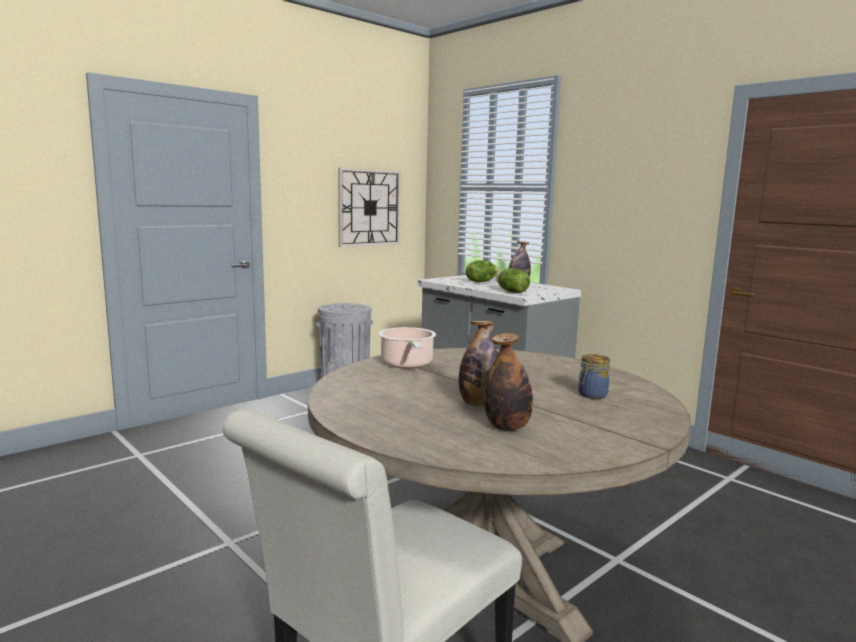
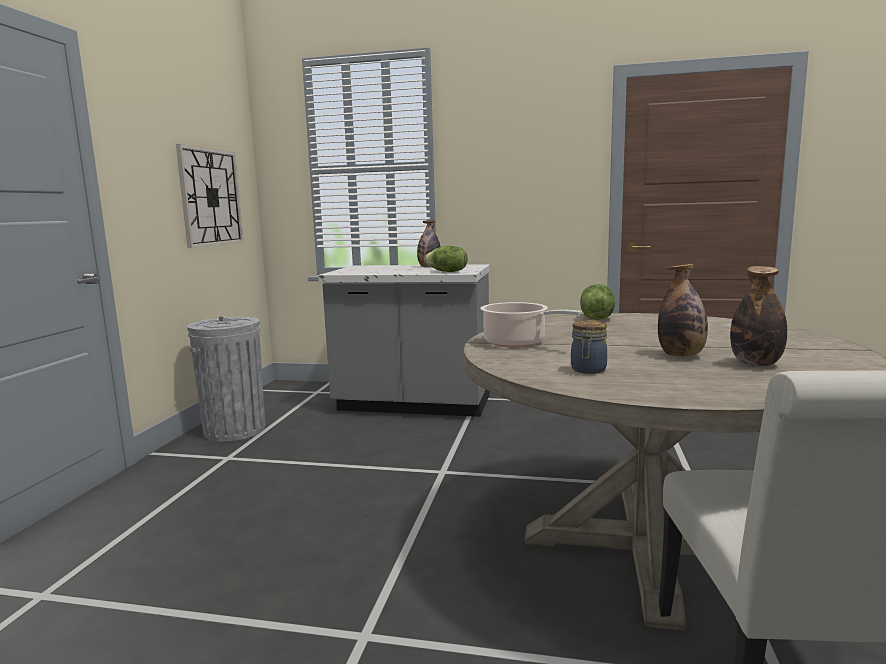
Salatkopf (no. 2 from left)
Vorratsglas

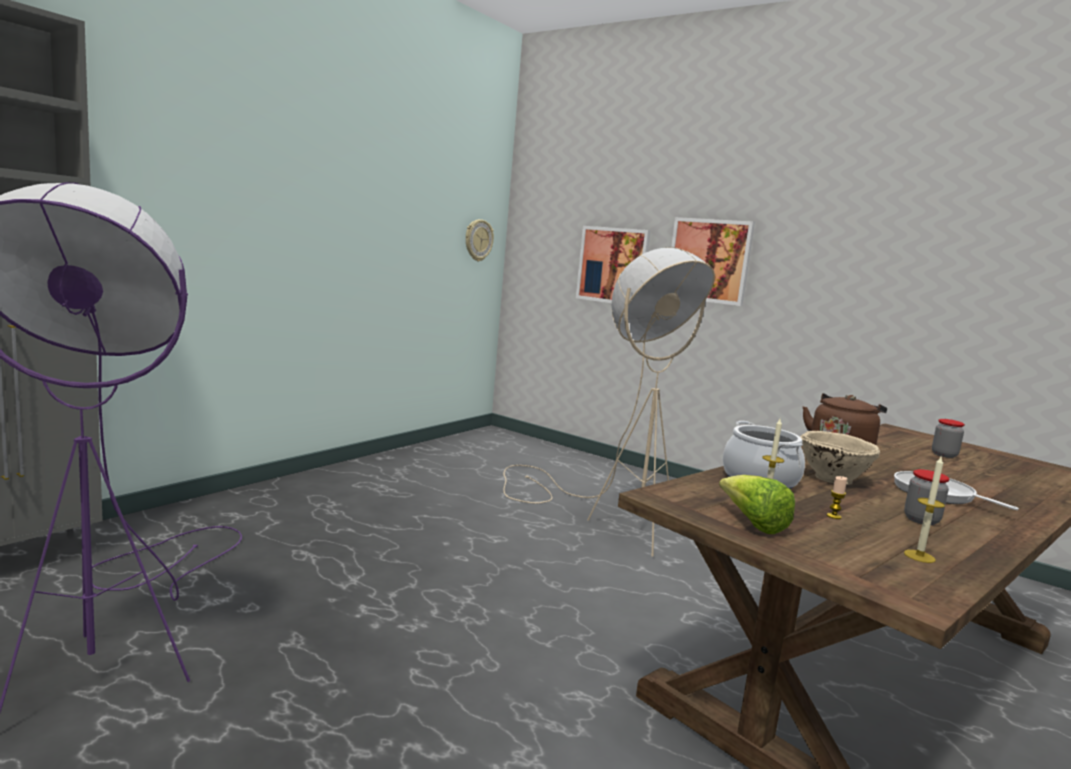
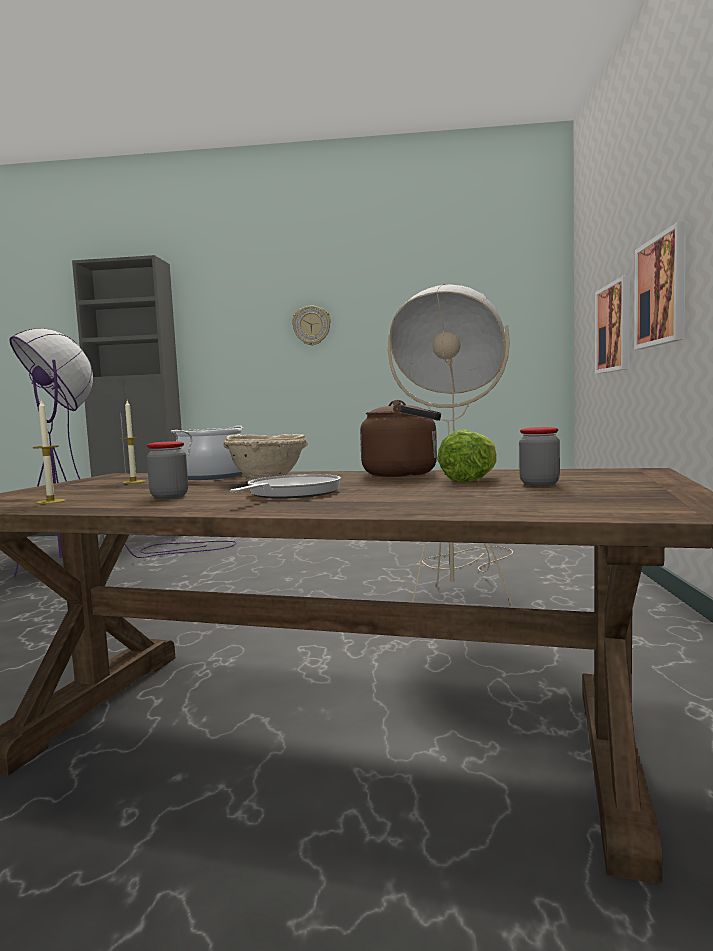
Wanduhr
Salatkopf
Kerze (no. 2 from left in the first image)

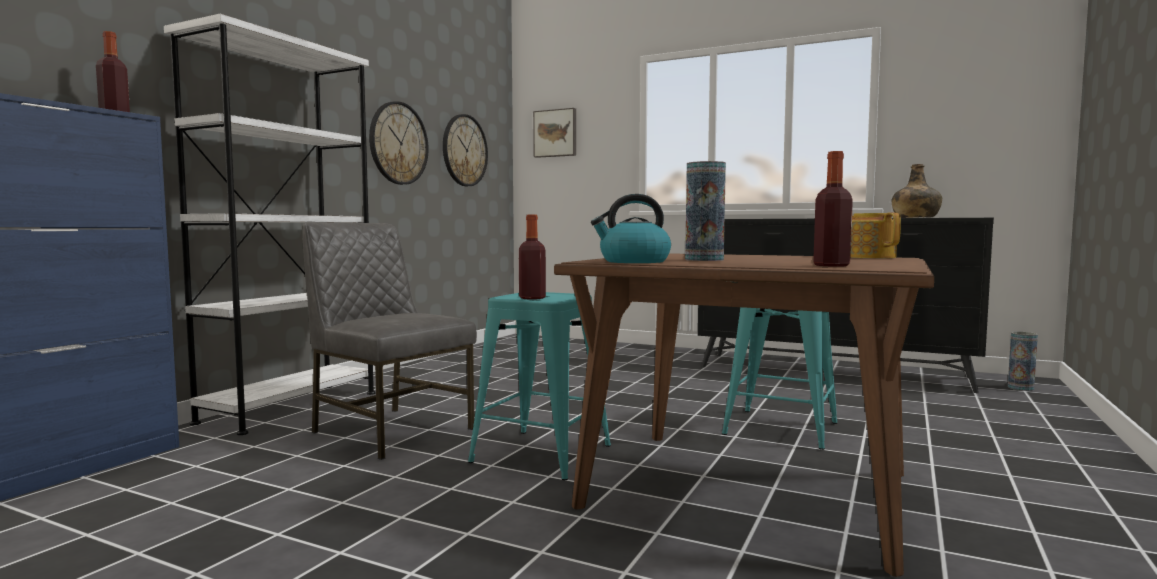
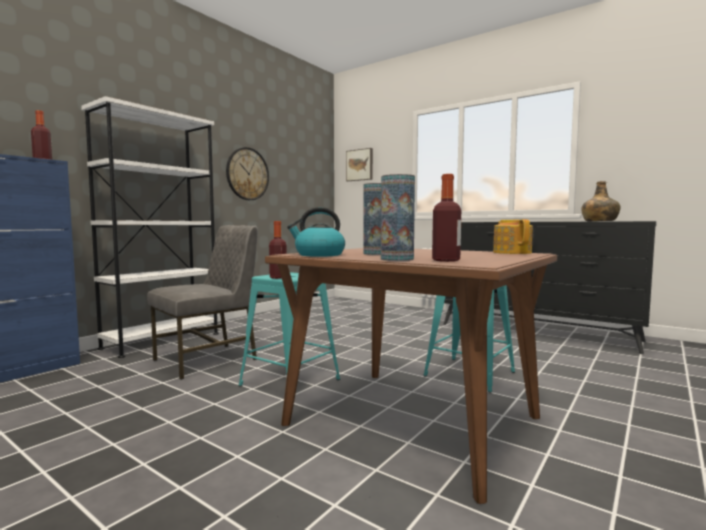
Wanduhr (no. 2 from left in the first image)
Stuhl/grau
Vase (no. 2 from left)

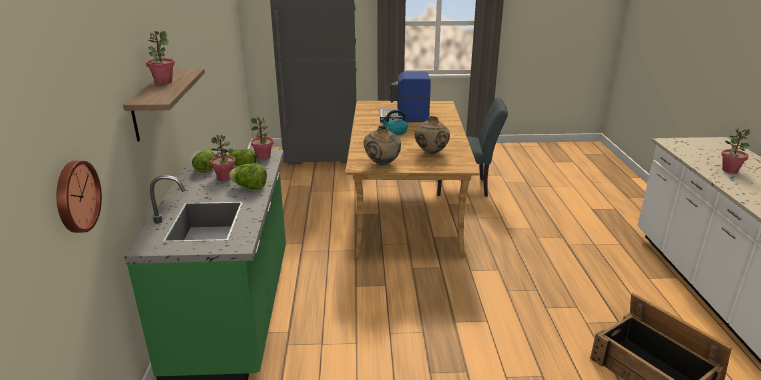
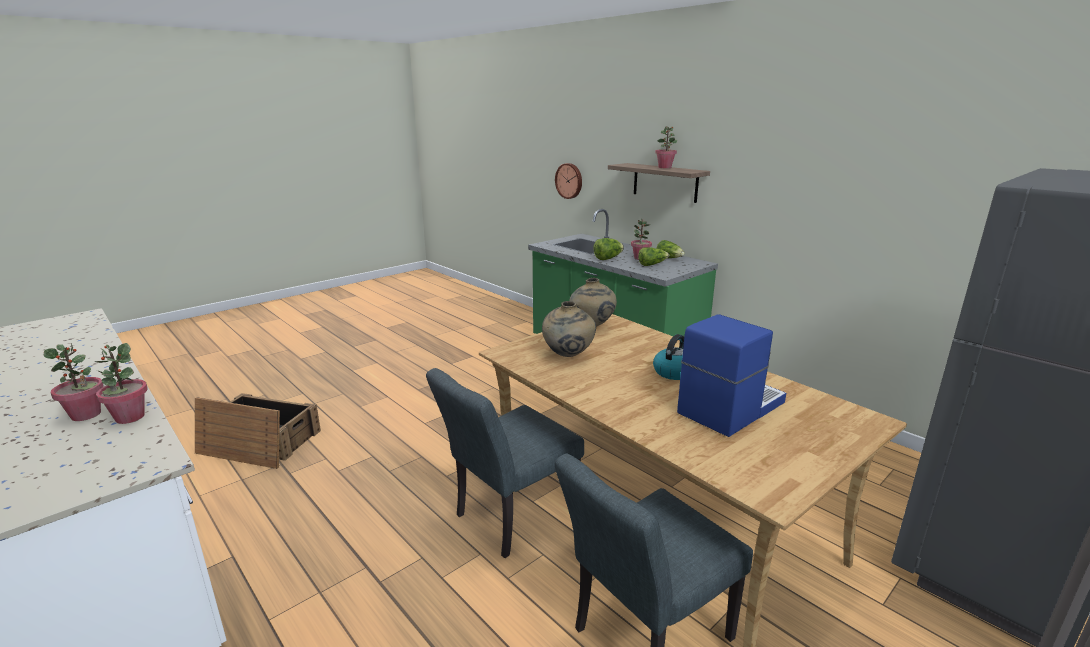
Topfpflanze (no. 2 from left)
Stuhl/grau (no. 1 from left)

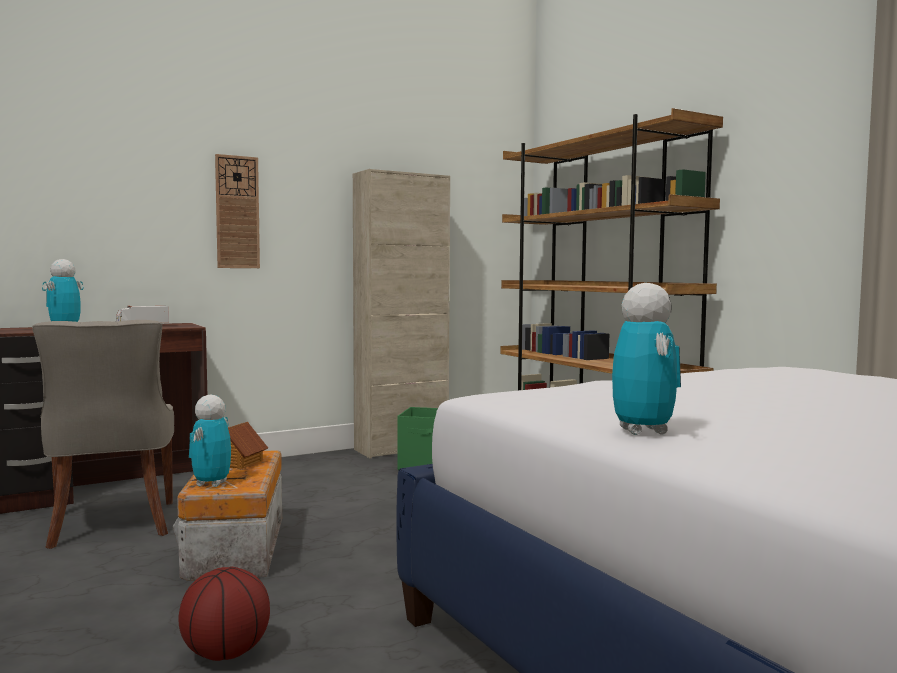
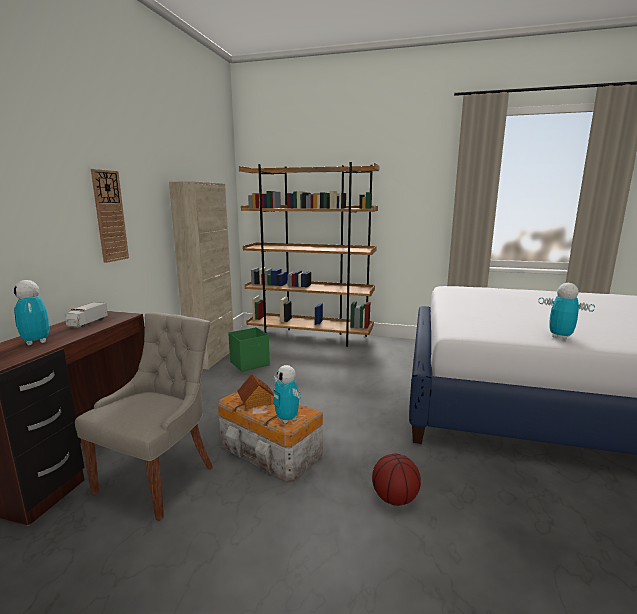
Stuhl/grau

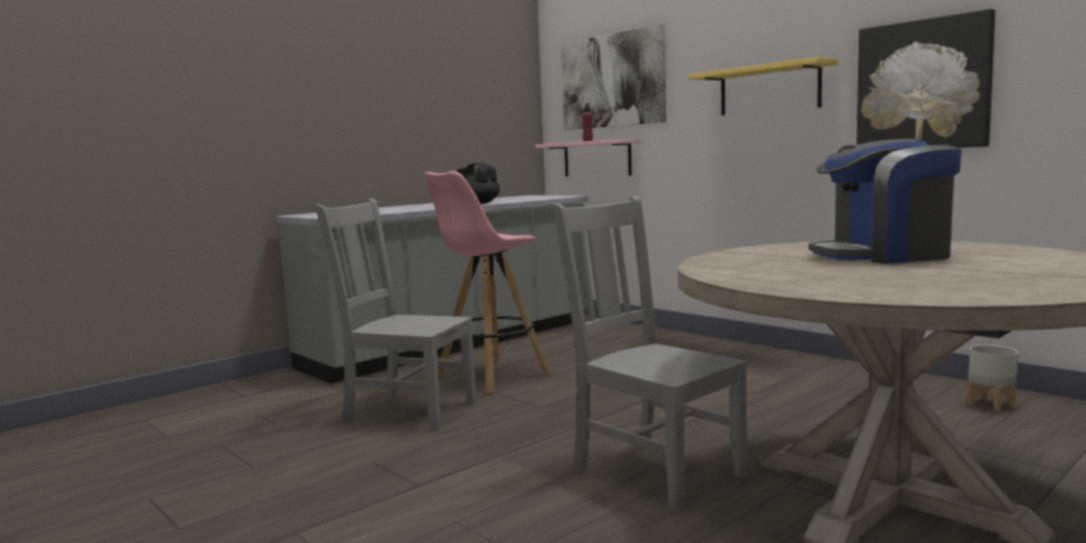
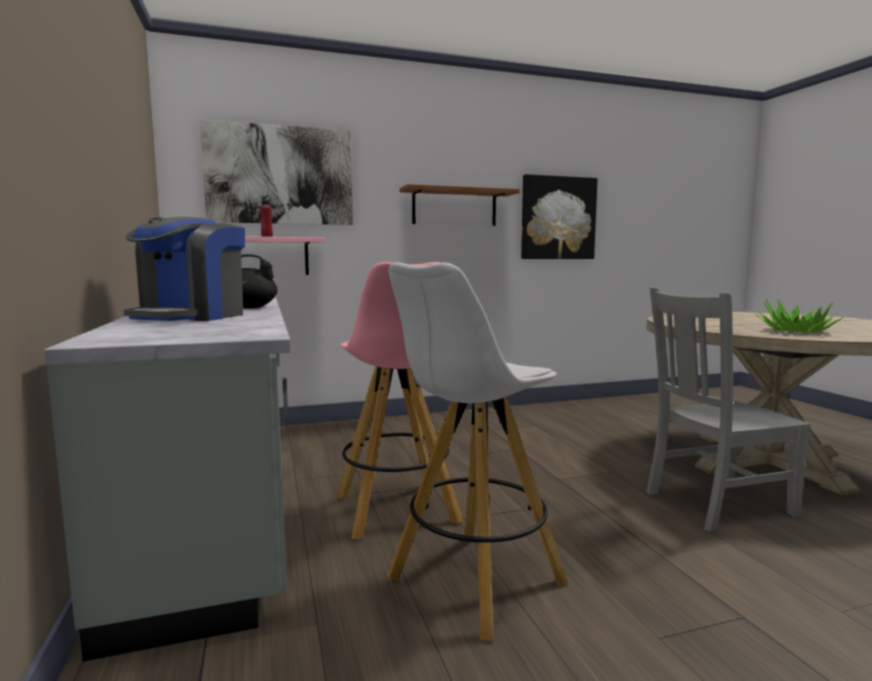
Wandregal/braun
Kaffeemaschine
Hocker/weiß
Pflanzkübel/grau
Topfpflanze

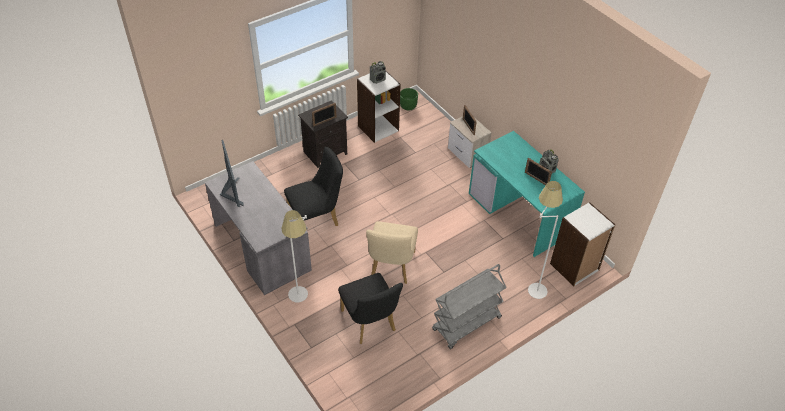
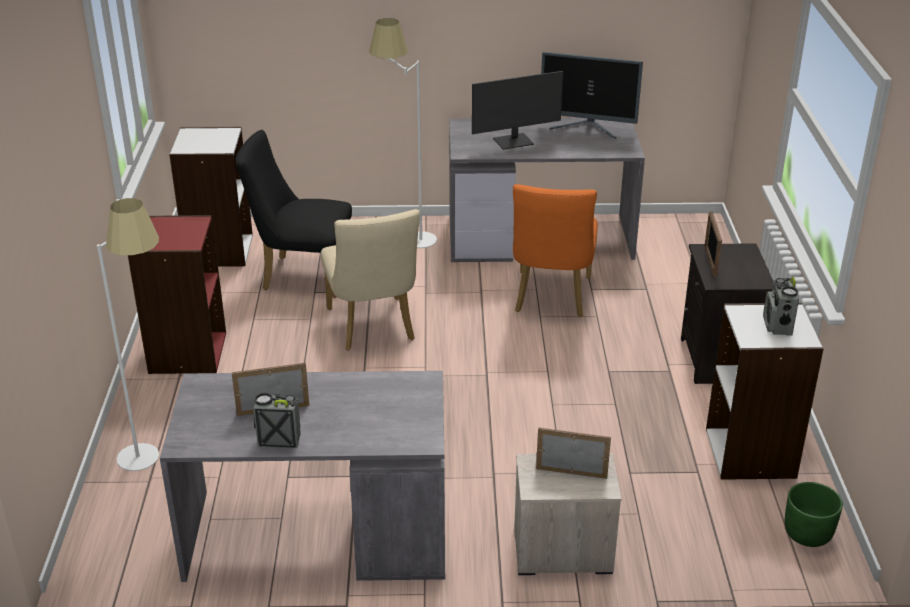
Schreibtisch/grau (no. 1 from left)
Stuhl/orange
Bücherregal/weiß (no. 1 from left)
Stuhl/beige
Bücherregal/rot
Monitor (no. 1 from left)

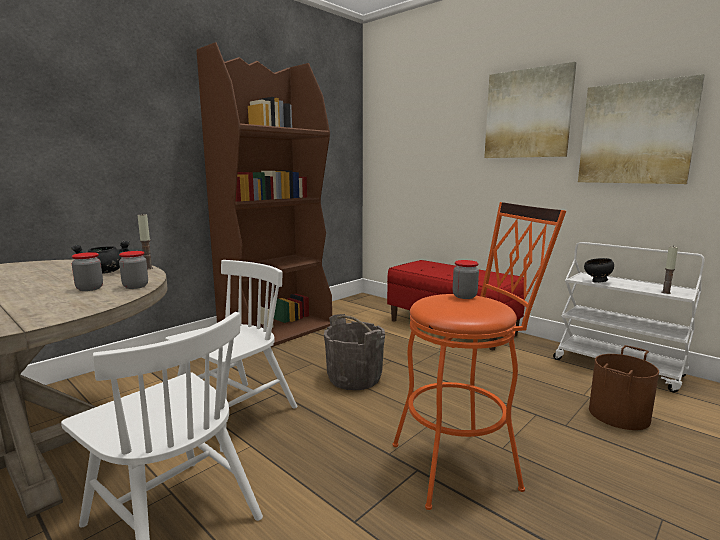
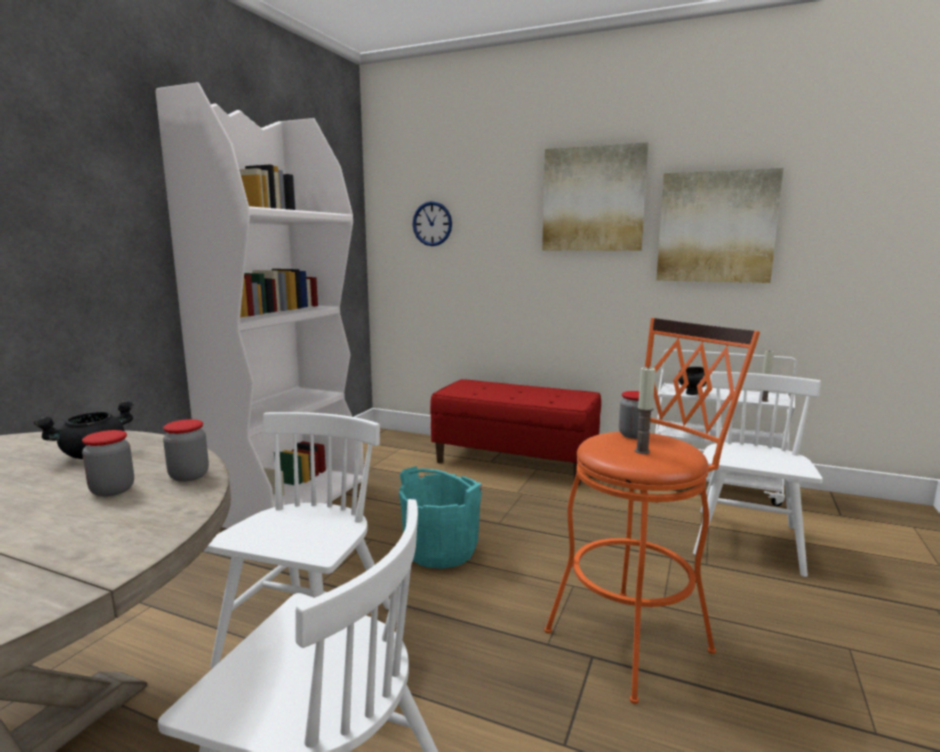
Bücherregal/weiß
Kerze (no. 1 from left)
Eimer/türkis
Stuhl/weiß (no. 3 from left)
Wanduhr

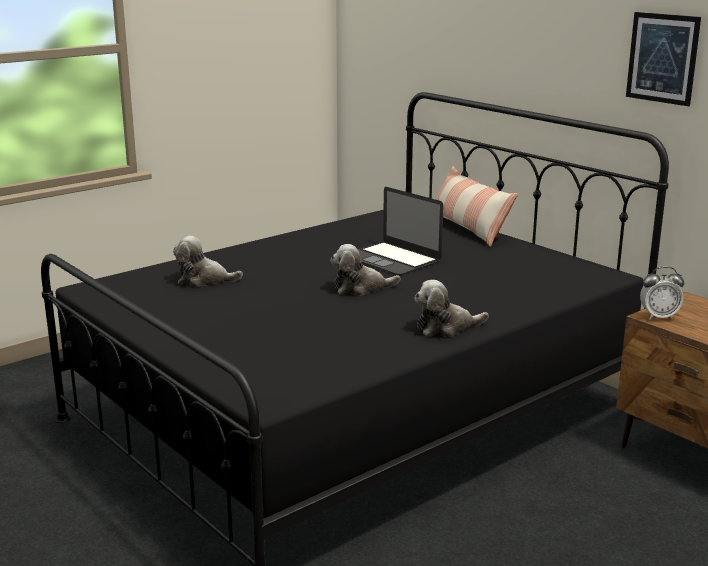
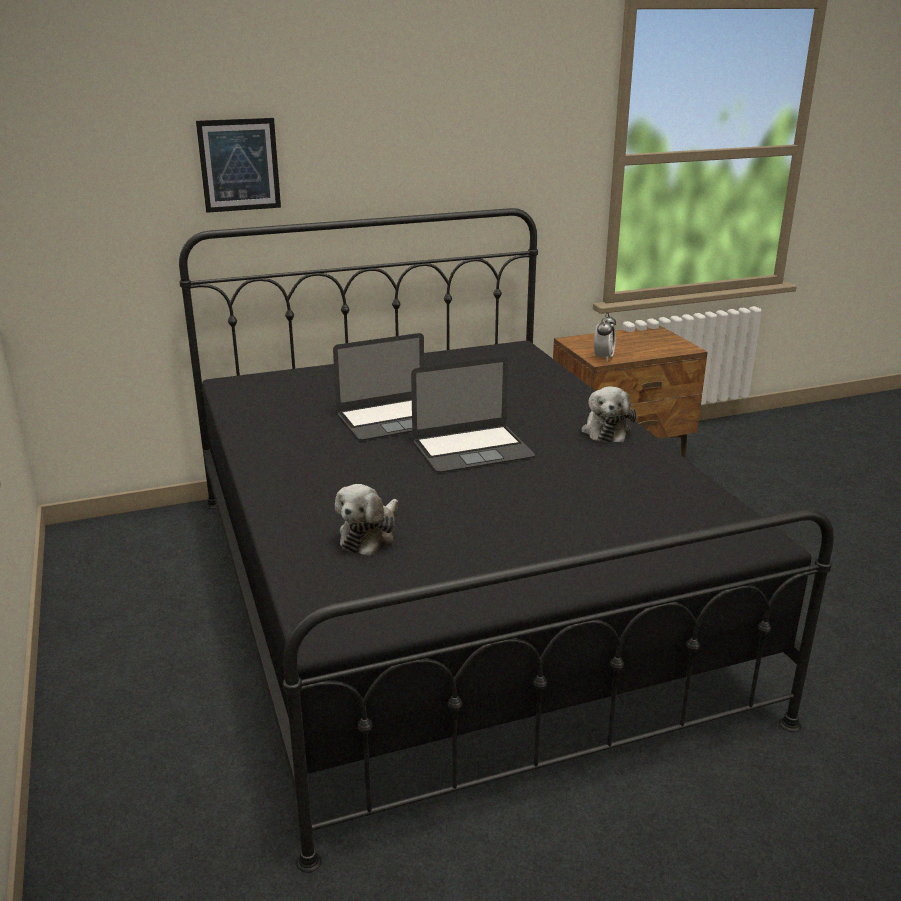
Bild
Kissen
Laptop (no. 2 from left)

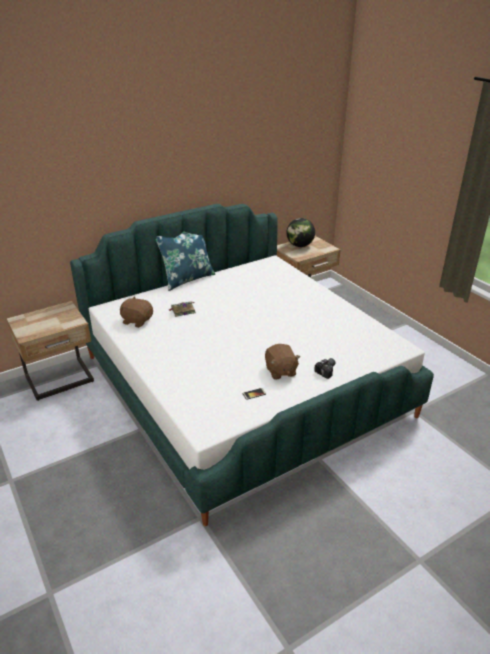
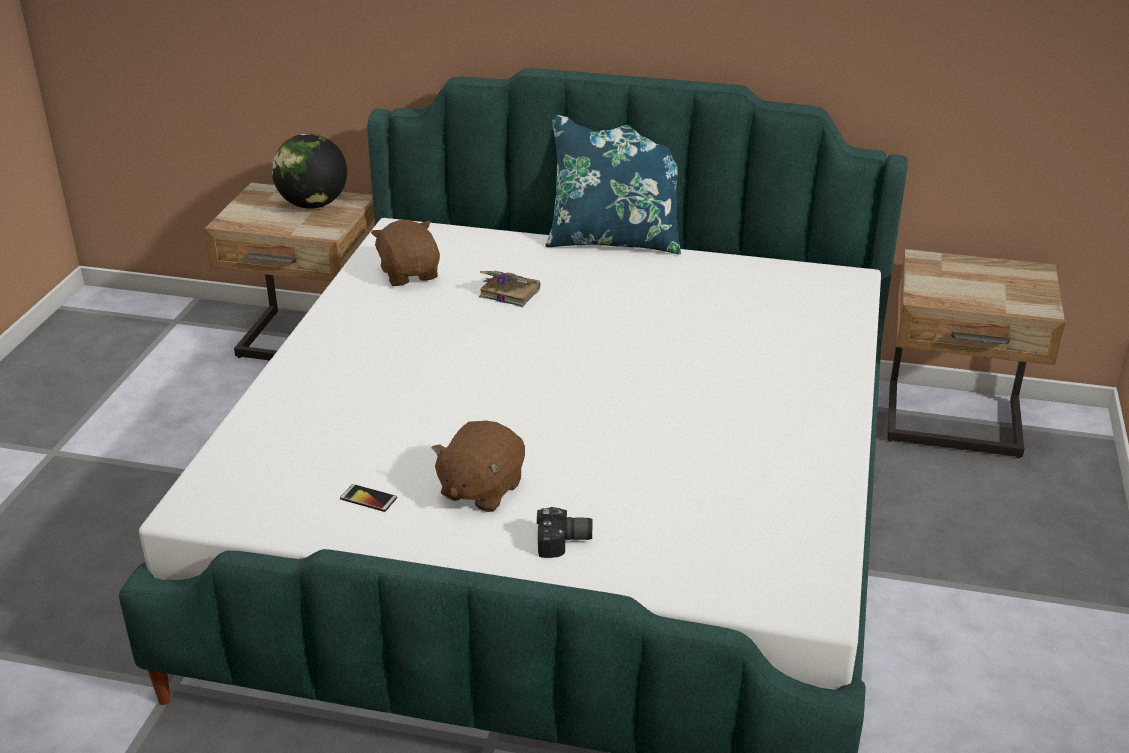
Globus

